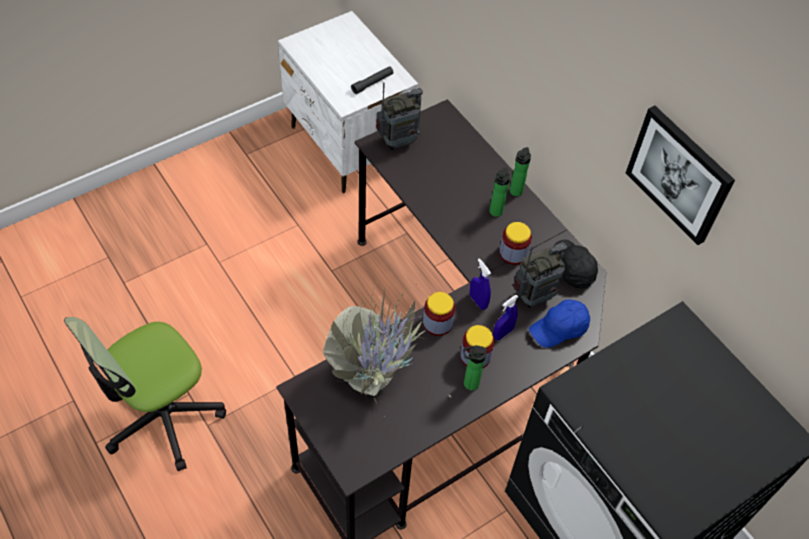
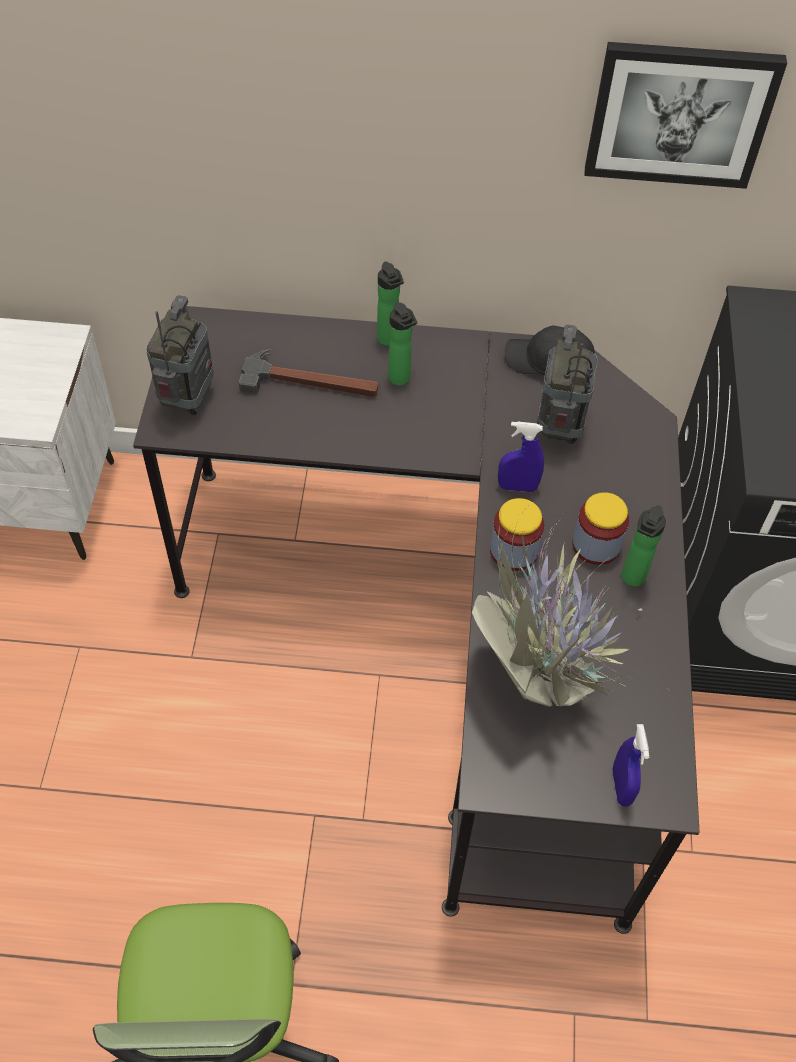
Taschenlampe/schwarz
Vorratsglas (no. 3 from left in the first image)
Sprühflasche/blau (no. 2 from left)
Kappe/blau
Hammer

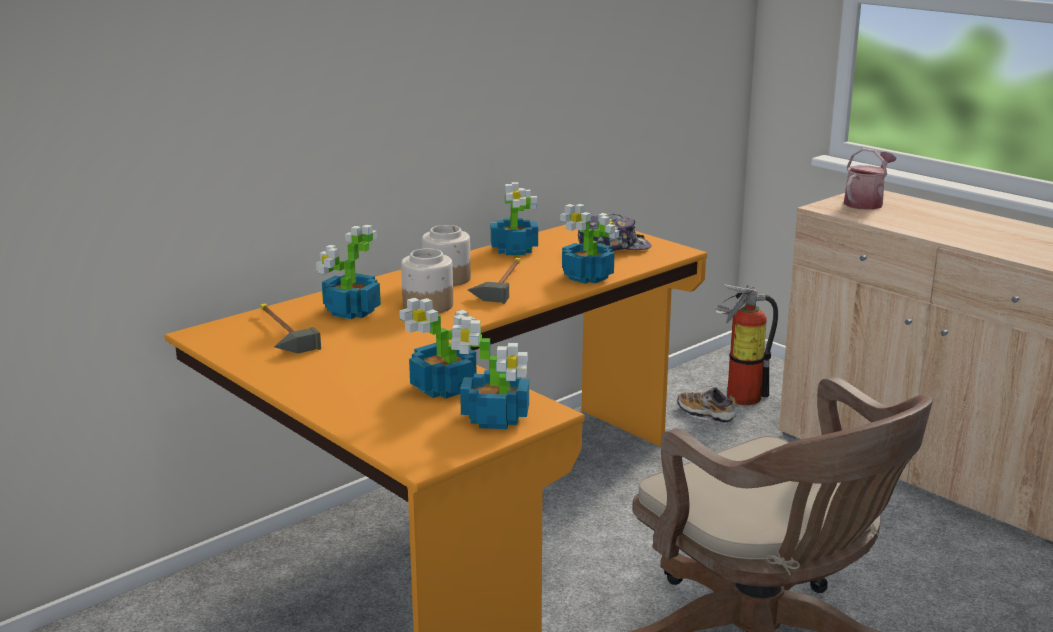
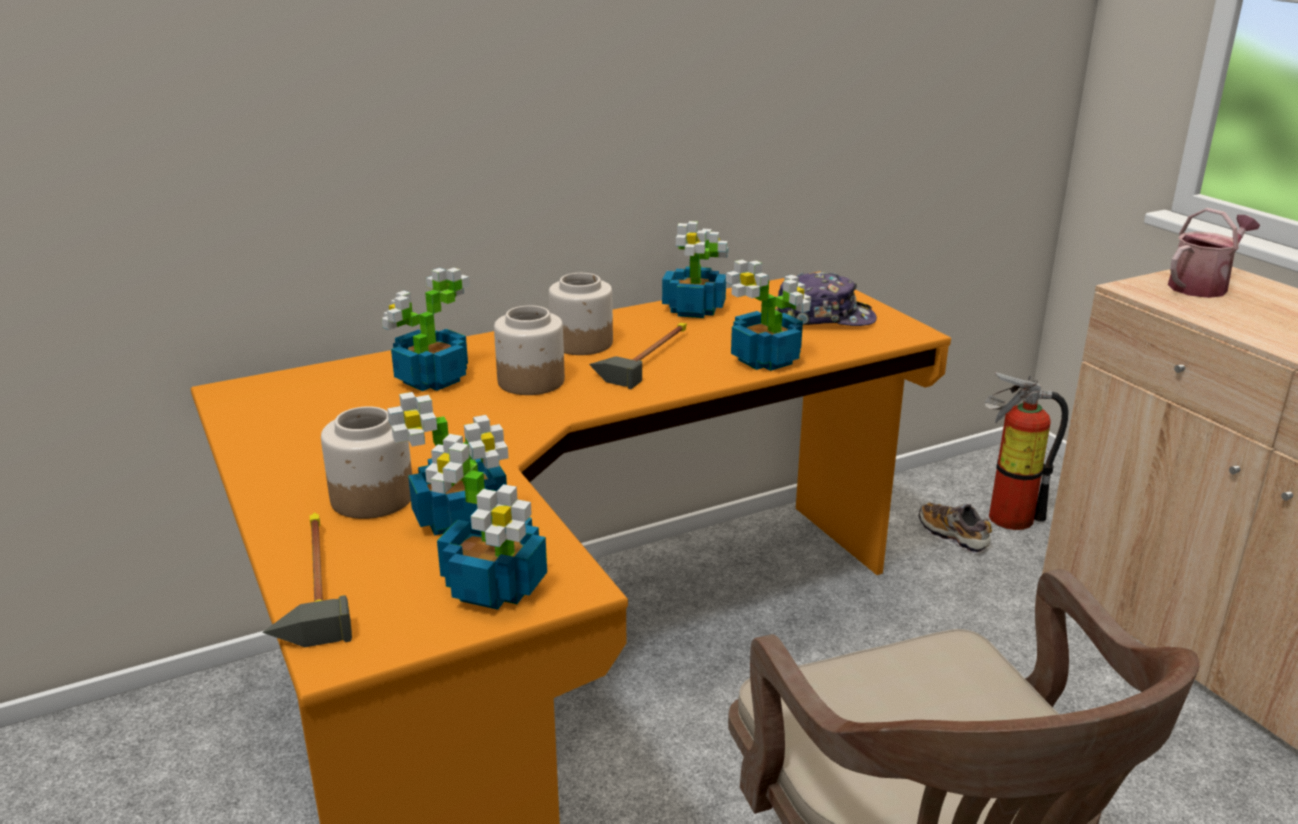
Hammer (no. 1 from left)
Vorratsglas (no. 1 from left)

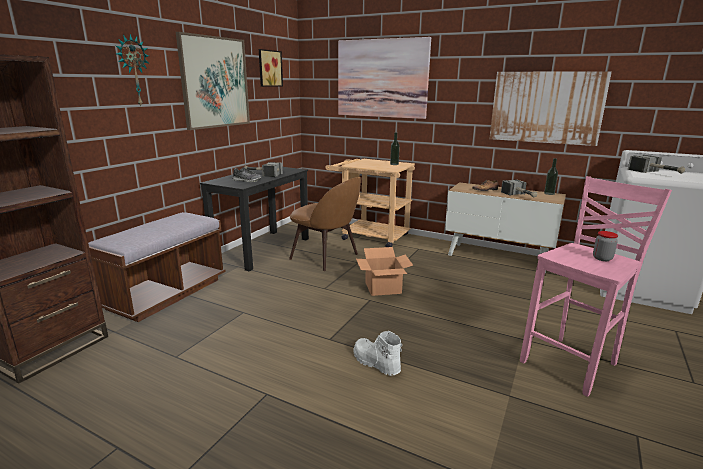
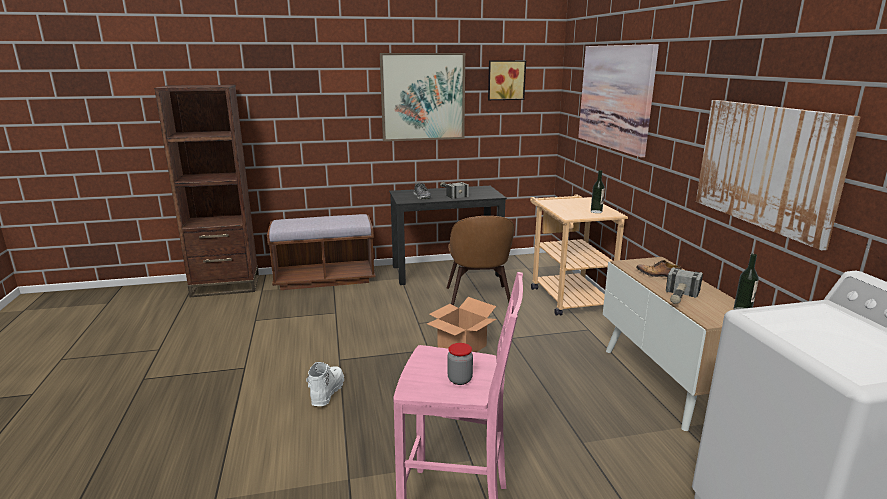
Wanduhr
Hammer (no. 3 from left in the first image)

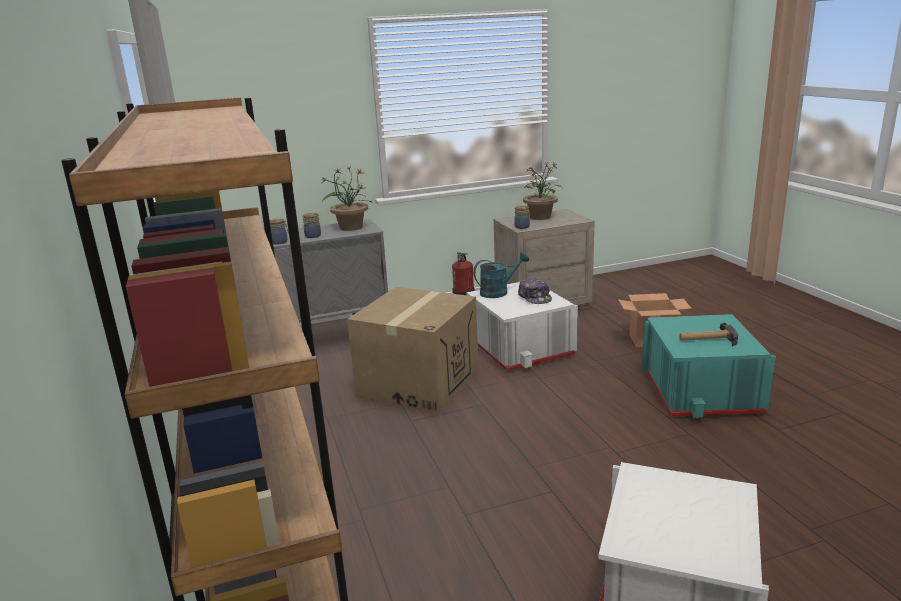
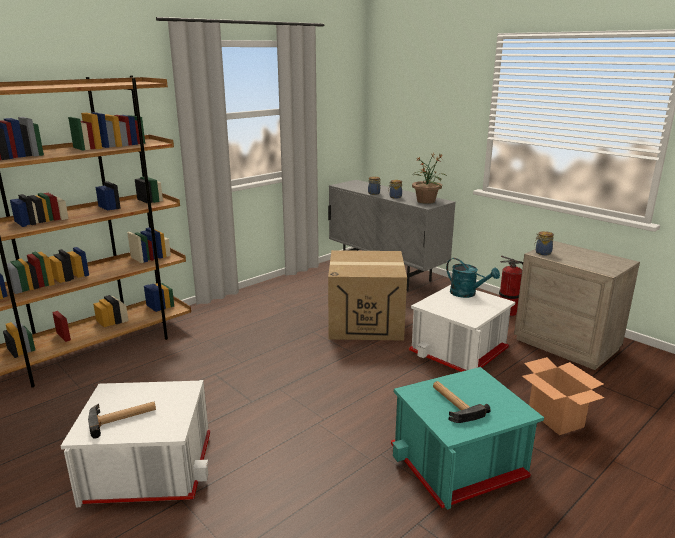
Topfpflanze (no. 2 from left in the first image)
Kappe
Hammer (no. 1 from left)

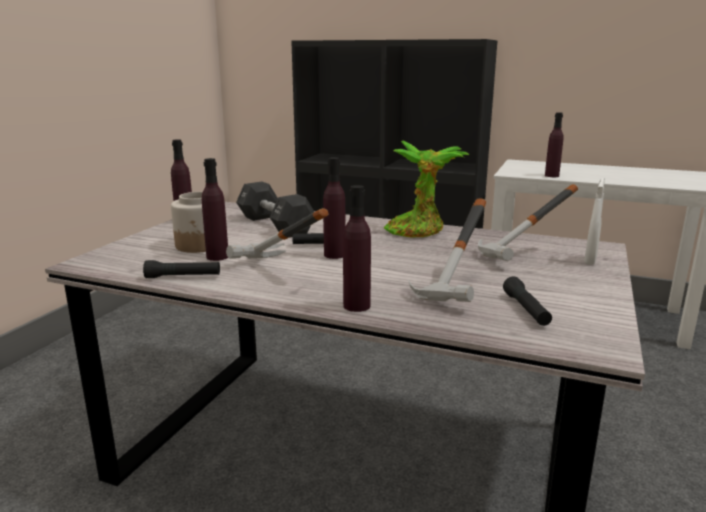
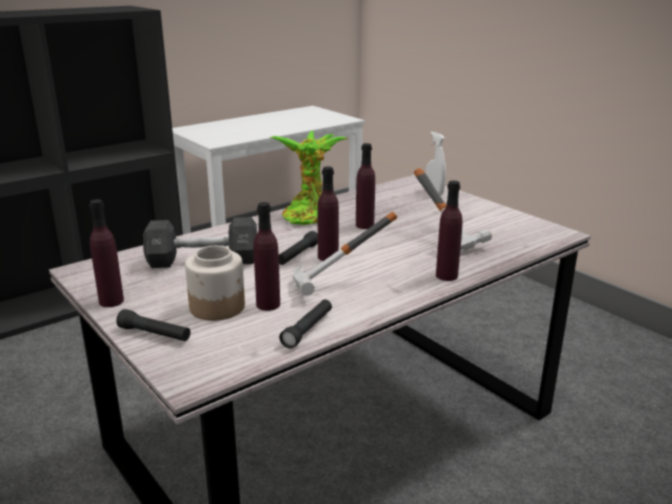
Flasche/lila (no. 4 from left)
Hammer (no. 3 from left in the first image)
Taschenlampe/schwarz (no. 1 from left)

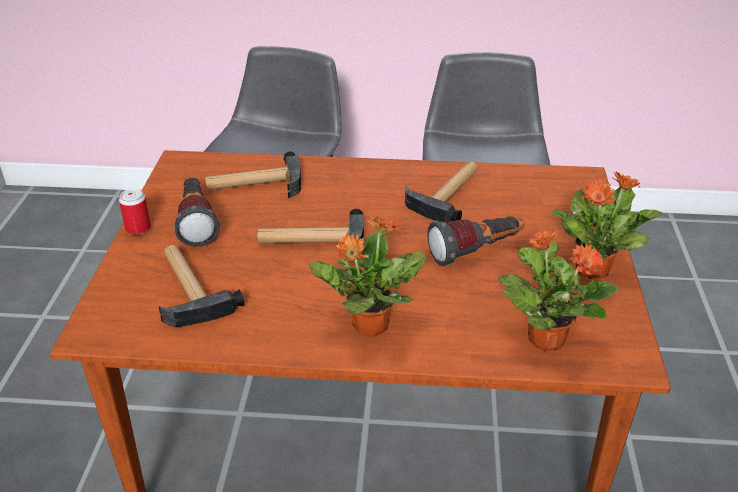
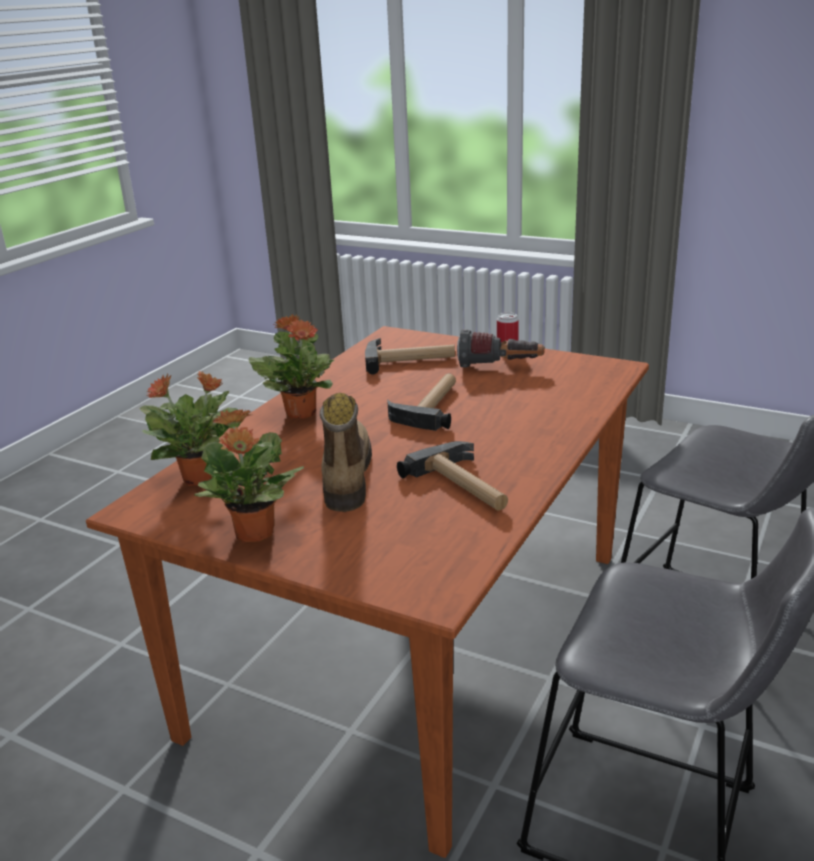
Hammer (no. 2 from left in the first image)
Stiefel

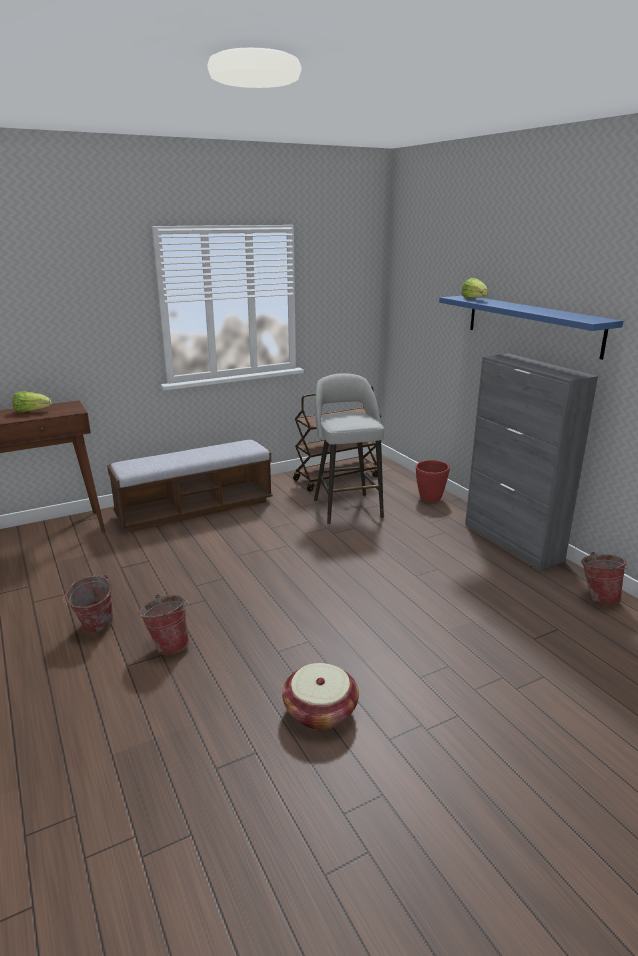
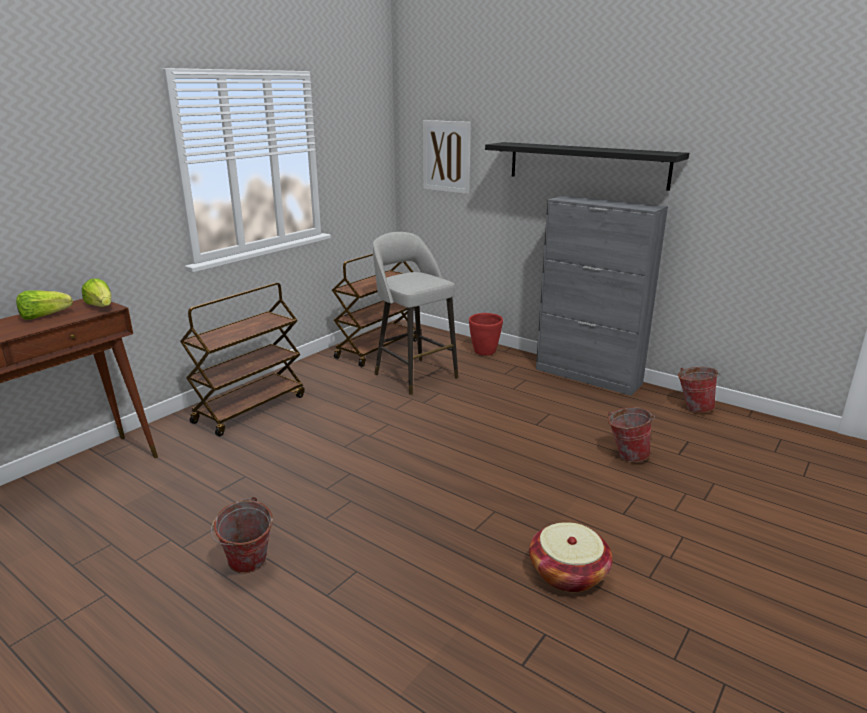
Salatkopf (no. 2 from left)
Wandregal/schwarz
Rollwagen/braun (no. 1 from left)
Eimer (no. 2 from left)
Bild

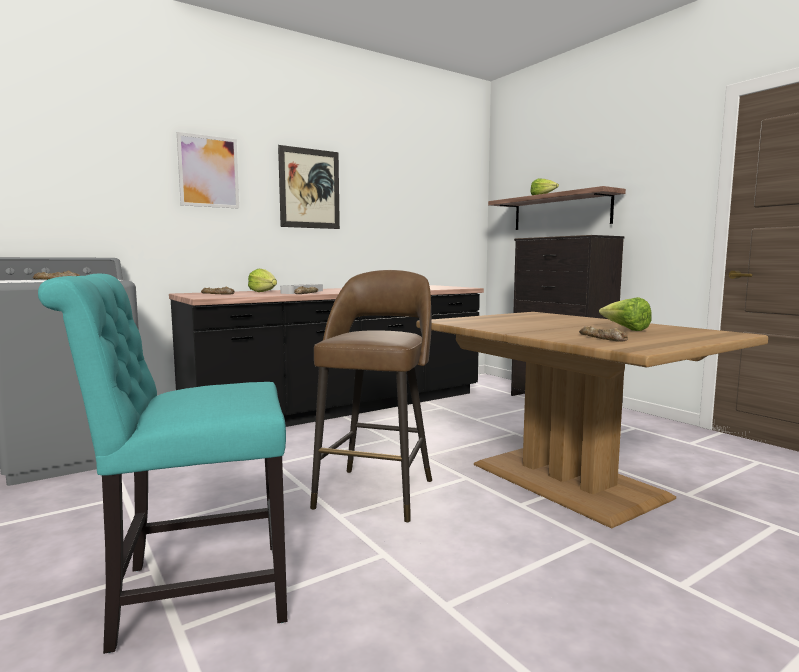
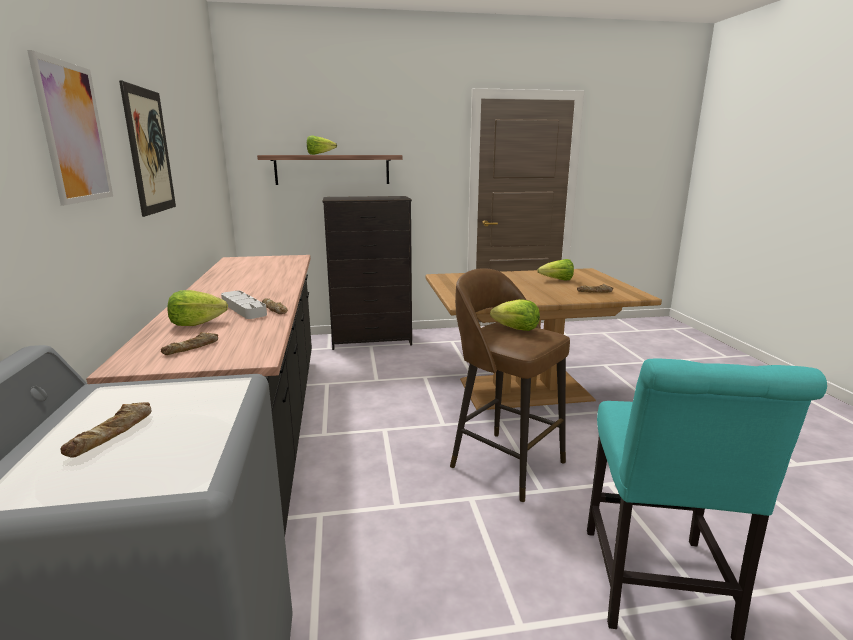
Salatkopf (no. 3 from left)

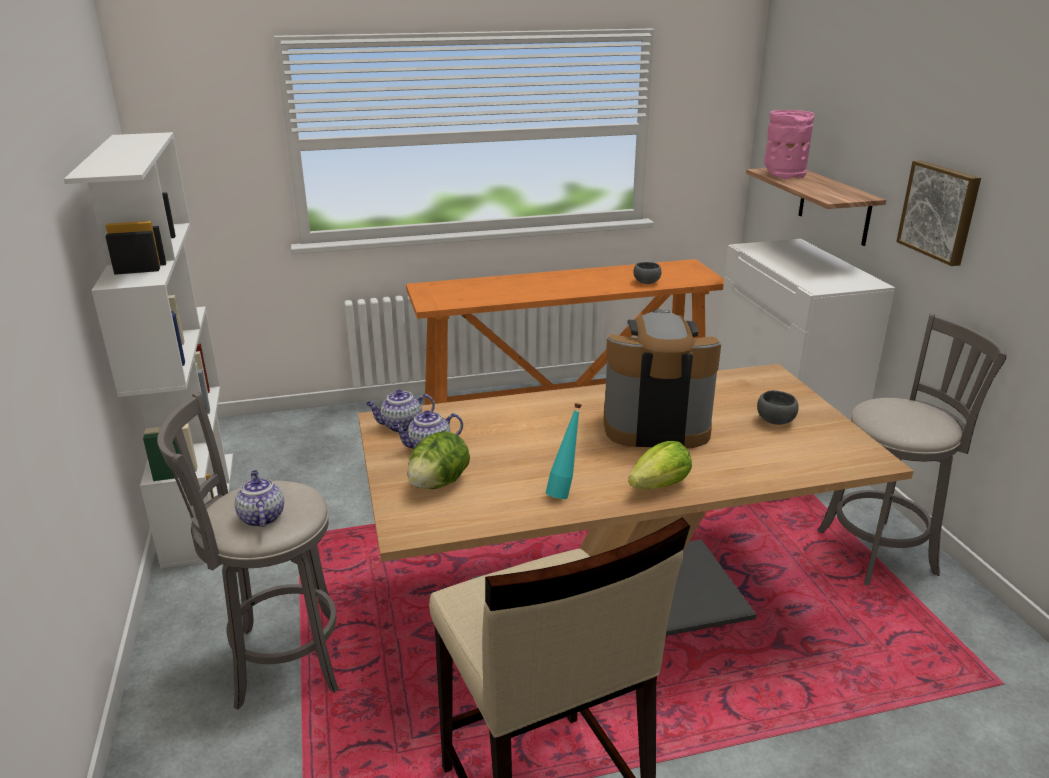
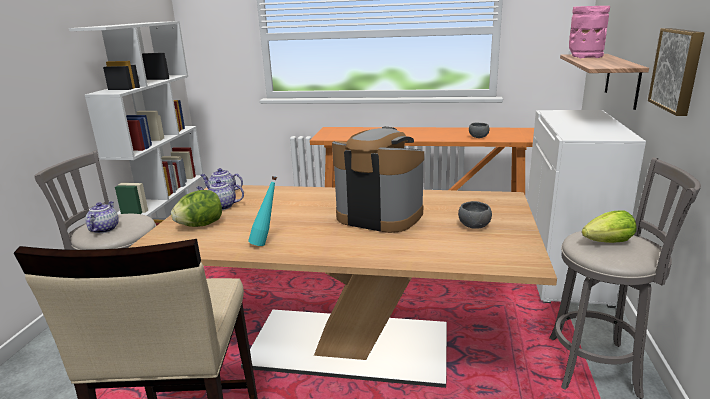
Salatkopf (no. 2 from left)

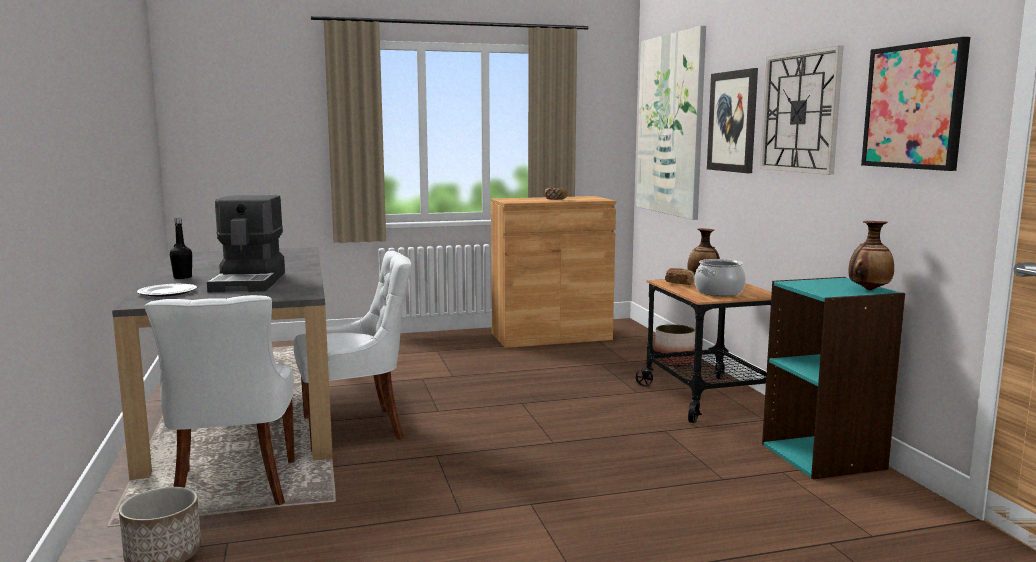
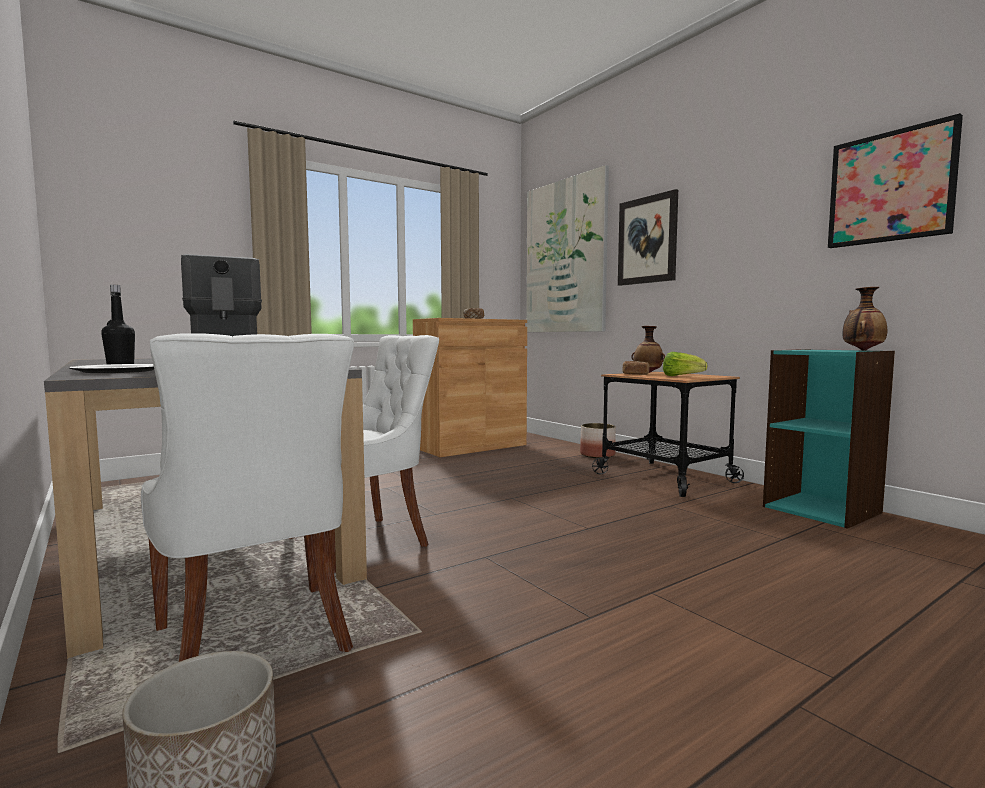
Wanduhr
Salatkopf

